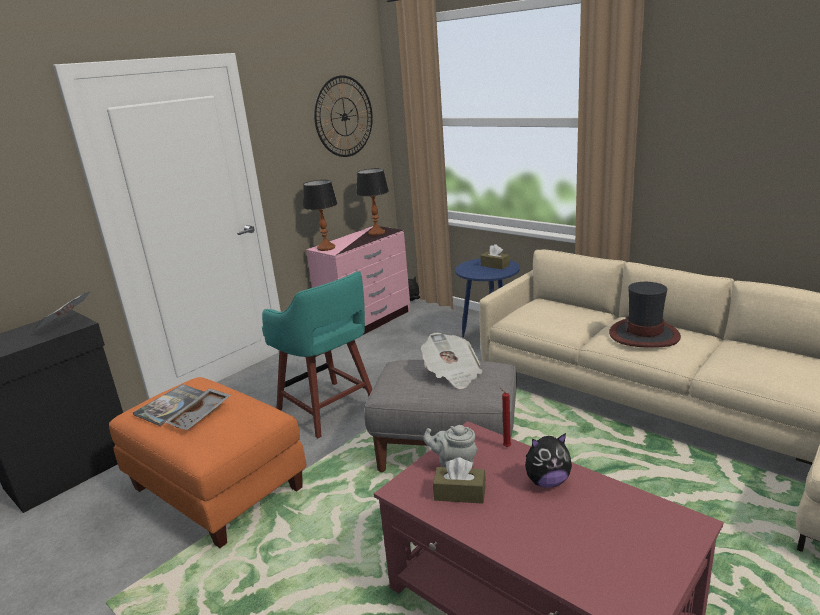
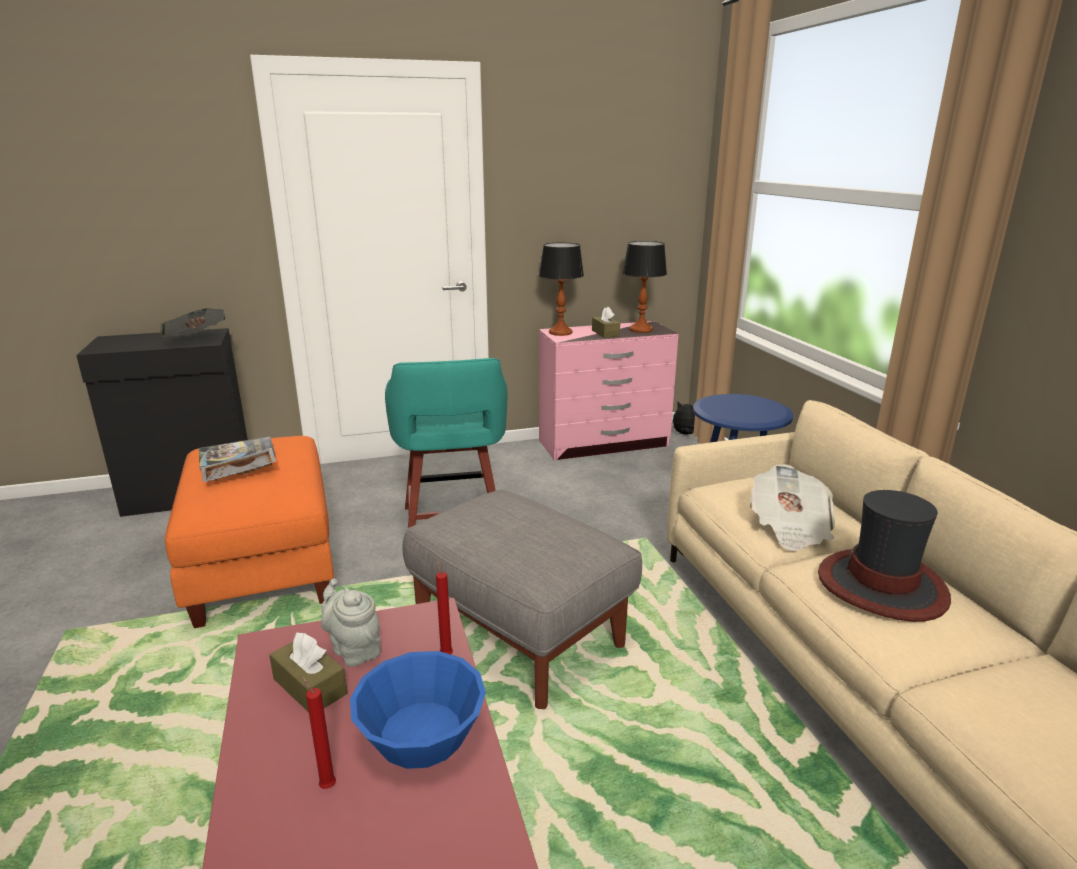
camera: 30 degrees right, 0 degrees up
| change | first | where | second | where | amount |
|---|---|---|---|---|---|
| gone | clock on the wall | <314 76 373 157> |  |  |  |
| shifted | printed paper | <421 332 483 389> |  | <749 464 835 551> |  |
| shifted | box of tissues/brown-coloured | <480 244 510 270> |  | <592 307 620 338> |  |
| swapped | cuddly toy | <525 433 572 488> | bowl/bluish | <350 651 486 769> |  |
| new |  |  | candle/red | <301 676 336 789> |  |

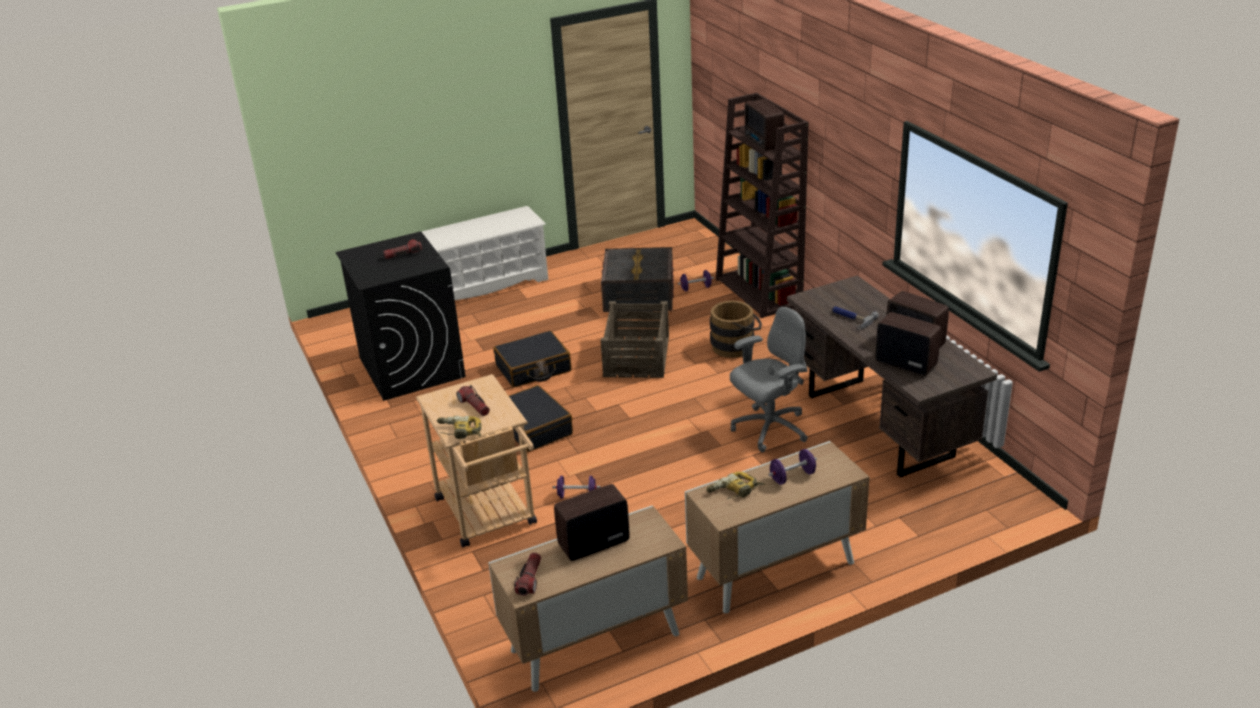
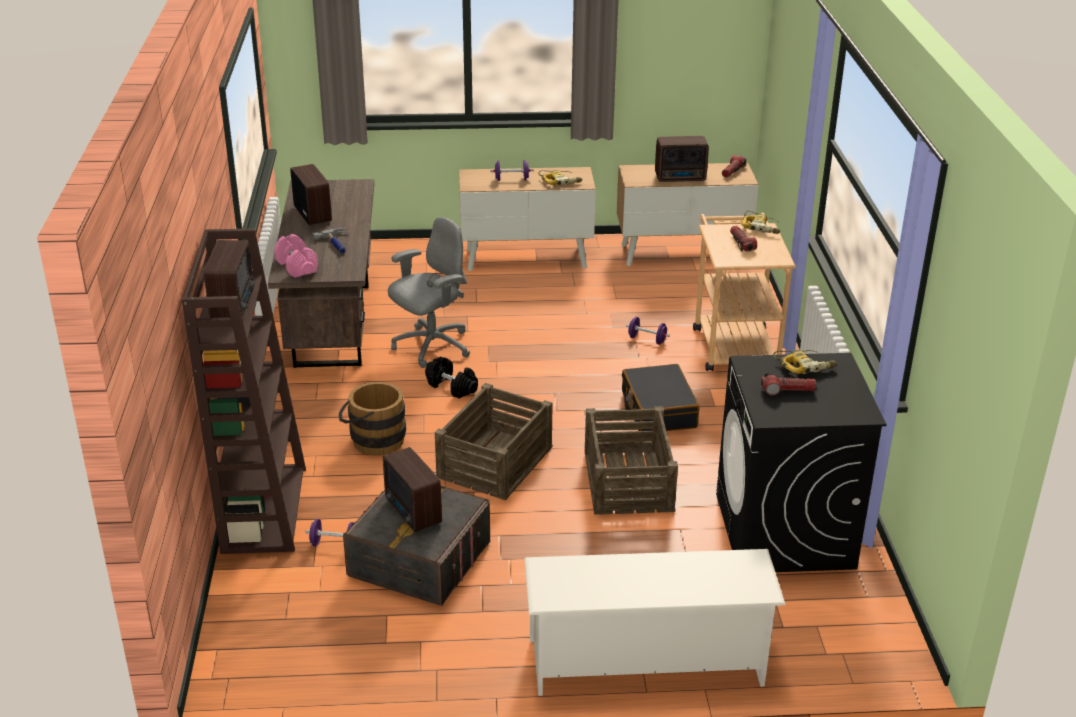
camera: 160 degrees left, 0 degrees up
| change | first | where | second | where | amount |
|---|---|---|---|---|---|
| swapped | suitcase/blackish | <493 331 571 387> | crate | <585 406 678 515> |  |
| rotated | office chair/greyish | <730 307 808 452> |  | <388 217 470 368> | 150 degrees clockwise |
| shifted | radio set | <875 312 941 376> |  | <383 447 442 532> |  |
| new |  |  | free weight/pink | <274 234 318 278> |  |
| new |  |  | free weight/blackish | <425 357 478 399> |  |
| new |  |  | electric drill | <773 349 837 374> |  |

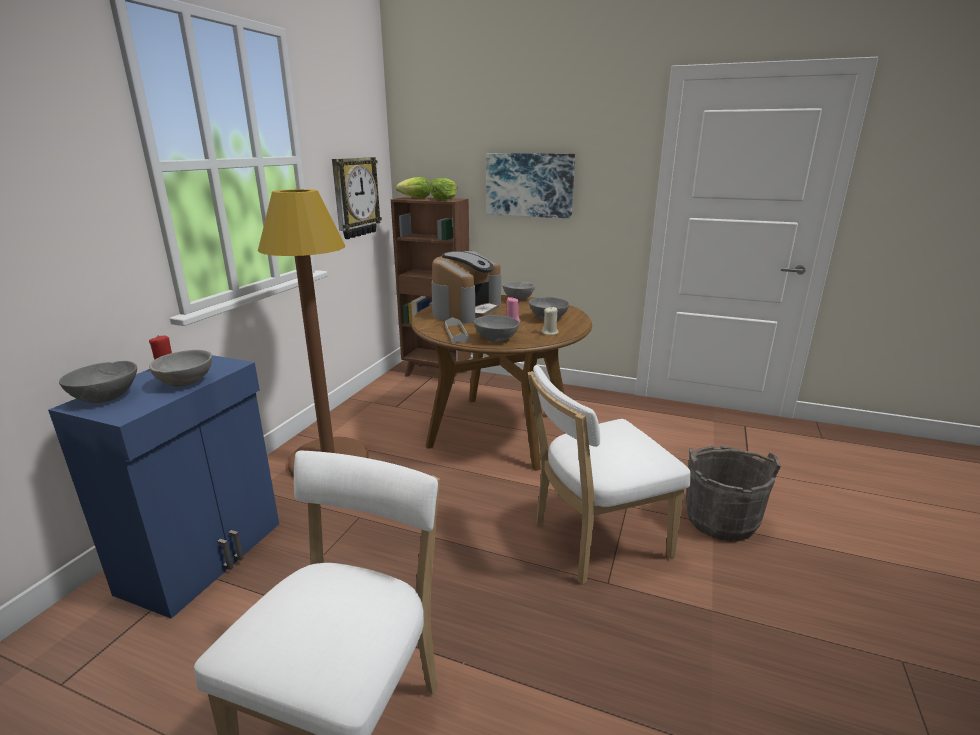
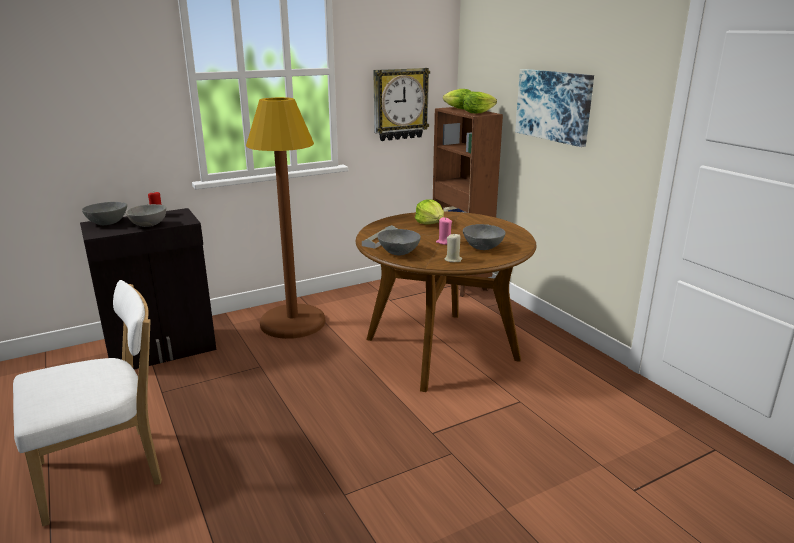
camera: 40 degrees right, 0 degrees up
| change | first | where | second | where | amount |
|---|---|---|---|---|---|
| repainted | cupboard/bluish | <48 355 279 619> | cupboard/blackish | <80 208 216 370> |  |
| swapped | coffee maker | <432 251 501 323> | lettuce head | <415 199 444 225> |  |
| gone | bowl/greyish | <503 281 535 300> |  |  |  |
| gone | plain chair/white | <528 365 691 585> |  |  |  |
| gone | bucket/greyish | <685 446 781 541> |  |  |  |

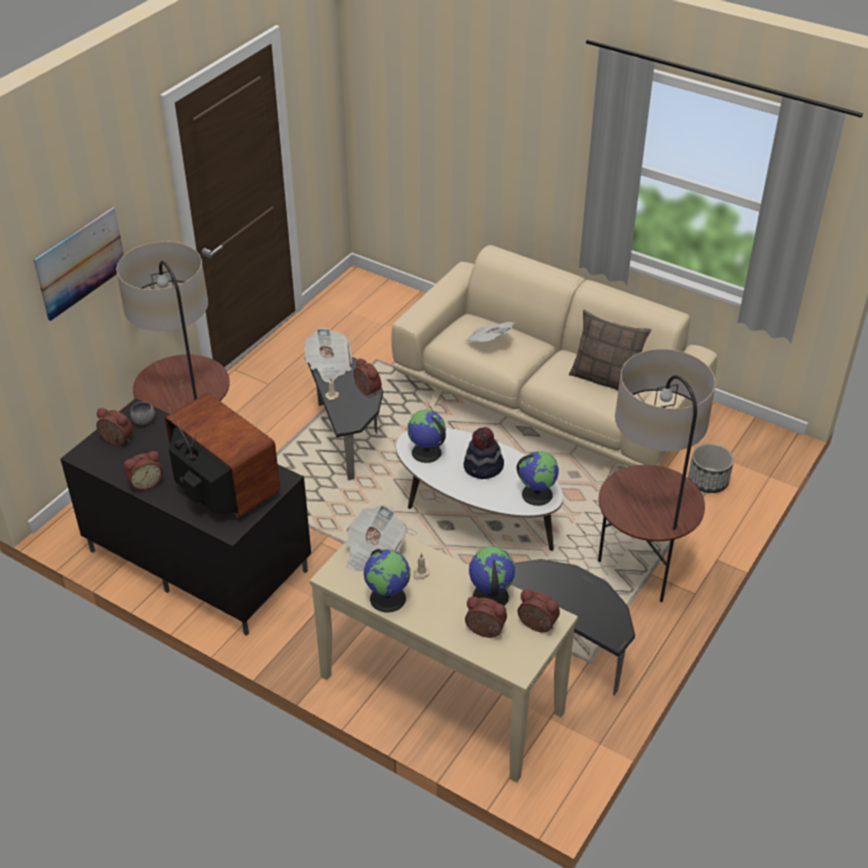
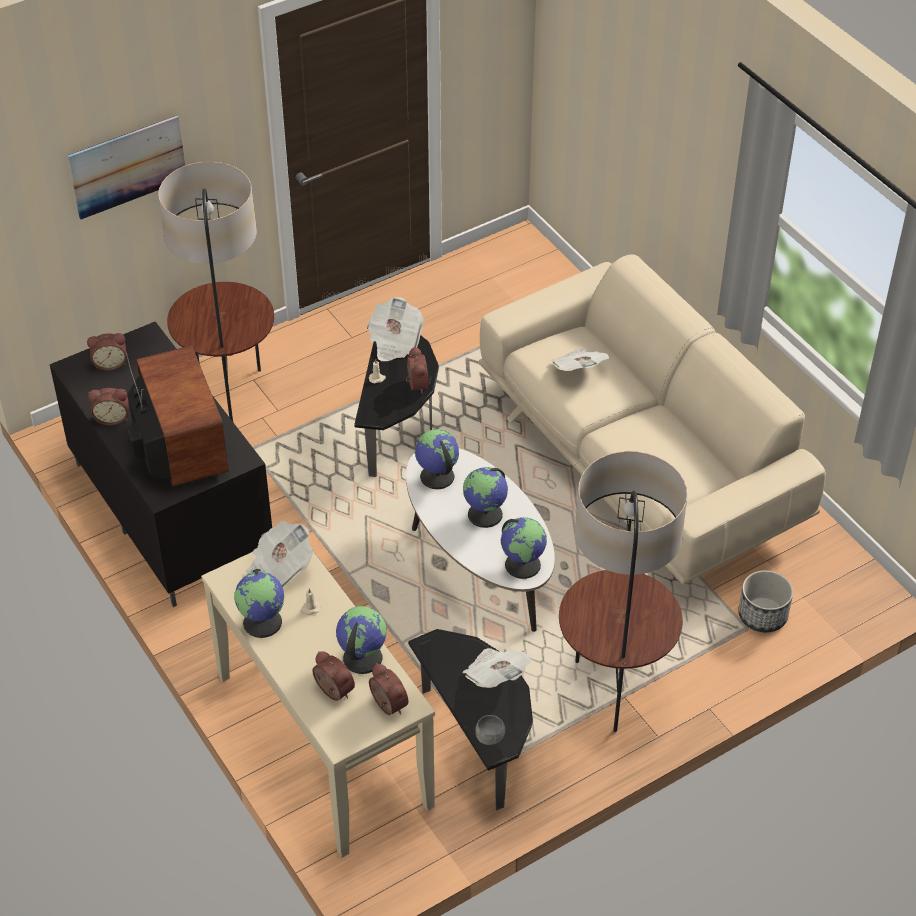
camera: 25 degrees right, 5 degrees up
| change | first | where | second | where | amount |
|---|---|---|---|---|---|
| rotated | alarm clock | <96 408 133 445> |  | <87 333 127 371> | 120 degrees clockwise |
| shifted | bowl/greyish | <130 402 155 425> |  | <475 715 505 745> |  |
| swapped | clothing hat | <464 427 504 479> | globe | <463 467 508 528> |  |
| gone | throw pillow | <569 310 651 395> |  |  |  |
| new |  |  | printed paper | <462 648 532 688> |  |

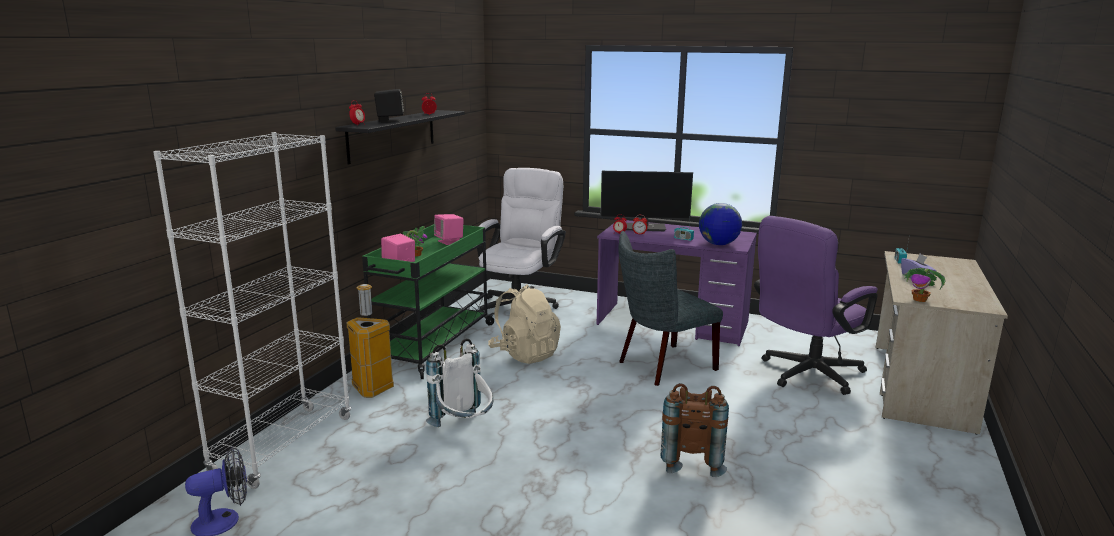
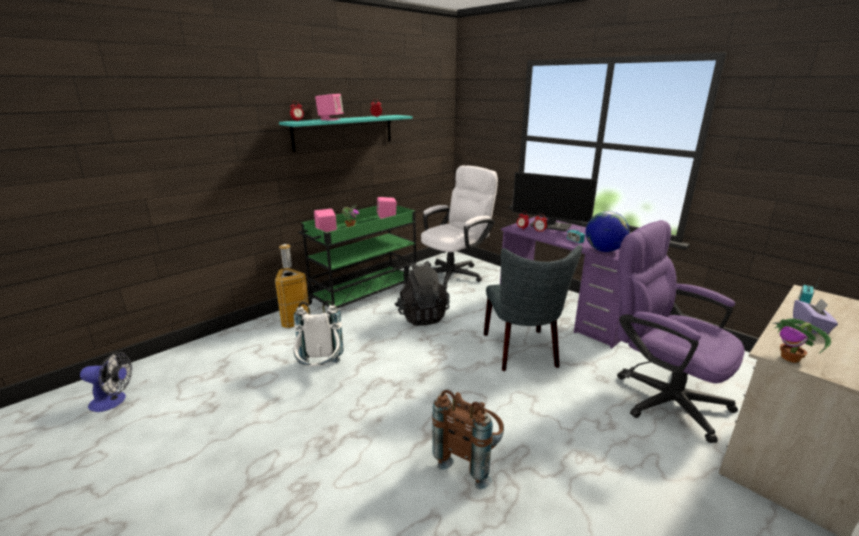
camera: 25 degrees right, 5 degrees up
| change | first | where | second | where | amount |
|---|---|---|---|---|---|
| gone | bookcase/white | <153 132 351 489> |  |  |  |
| repainted | wall shelf/blackish | <335 110 465 164> | wall shelf/turquoise-coloured | <279 115 413 152> |  |
| repainted | loudspeaker/blackish | <374 89 404 122> | loudspeaker/pink | <315 94 344 121> |  |
| repainted | rucksack/beige-coloured | <488 284 561 364> | rucksack/blackish | <395 261 450 326> |  |
| rotated | plain chair/greyish | <618 231 723 386> |  | <484 245 582 371> | 90 degrees counterclockwise |
| rotated | office chair/purple | <754 216 878 395> |  | <617 220 745 443> | 60 degrees clockwise |

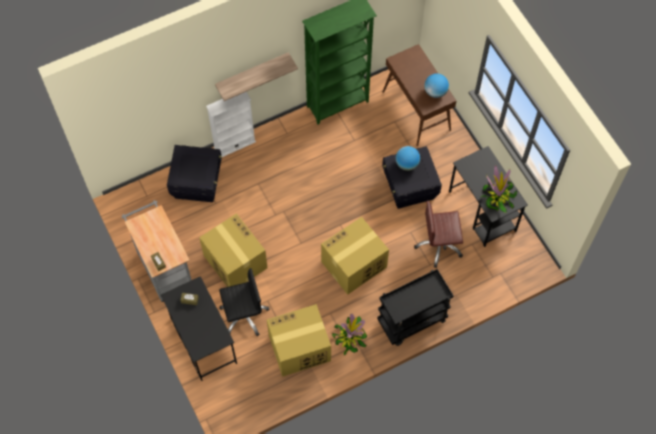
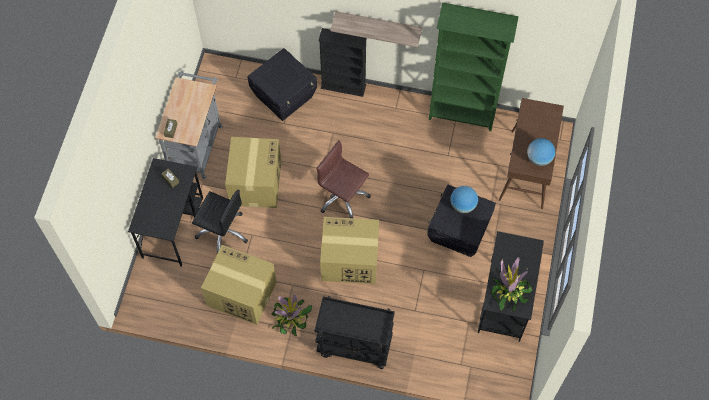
camera: 40 degrees right, 0 degrees up
| change | first | where | second | where | amount |
|---|---|---|---|---|---|
| repainted | bookcase/white | <206 92 256 157> | bookcase/blackish | <318 28 367 97> |  |
| shifted | office chair/brown-coloured | <414 201 463 268> |  | <316 140 371 218> |  |

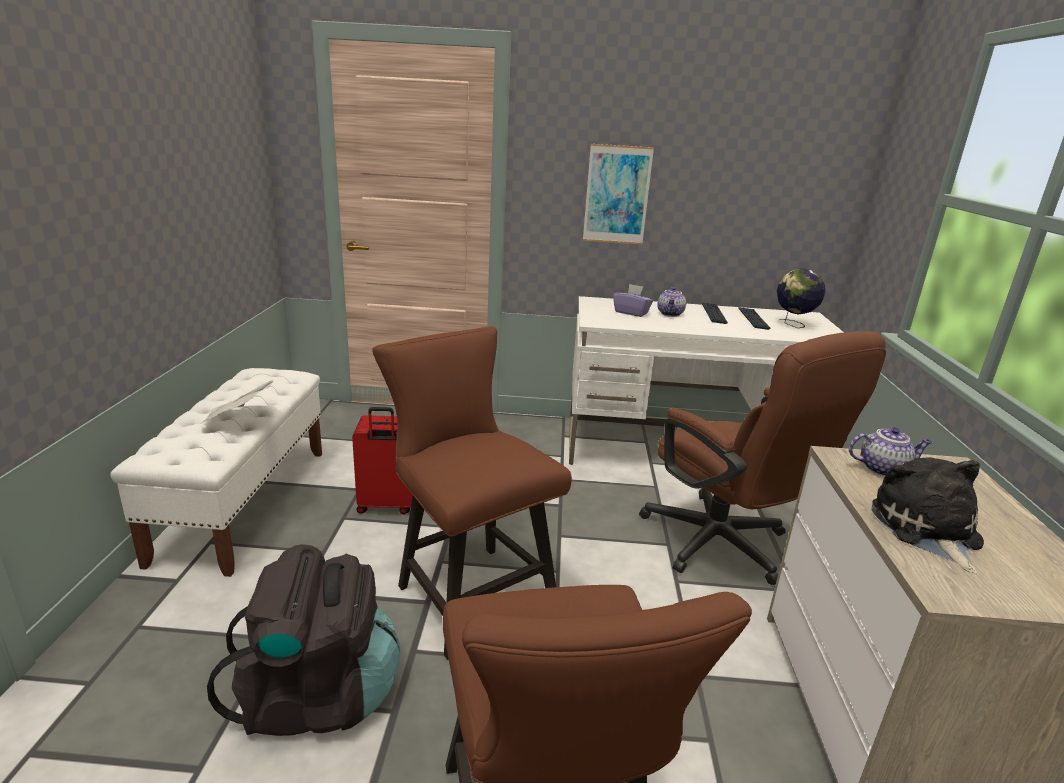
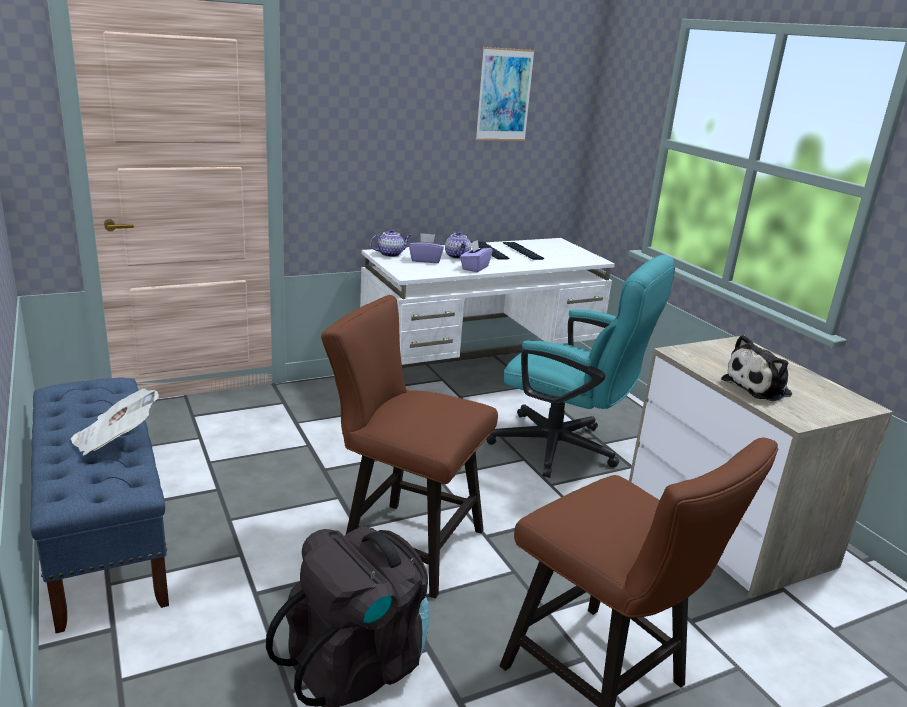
camera: 30 degrees left, 0 degrees up
| change | first | where | second | where | amount |
|---|---|---|---|---|---|
| repainted | bench/white | <111 368 322 577> | bench/bluish | <30 377 169 633> |  |
| gone | suitcase/red | <352 407 413 514> |  |  |  |
| shifted | wall picture | <583 144 654 244> |  | <476 47 535 140> |  |
| repainted | office chair/brown-coloured | <639 331 886 585> | office chair/turquoise-coloured | <486 255 675 478> |  |
| gone | globe | <777 268 826 328> |  |  |  |
| shifted | pot for tea | <849 427 932 476> |  | <370 229 411 257> |  |
| rotated | cuddly toy | <872 457 984 573> |  | <721 335 792 401> | 90 degrees counterclockwise |
| new |  |  | box of tissues/purple | <460 240 493 272> |  |

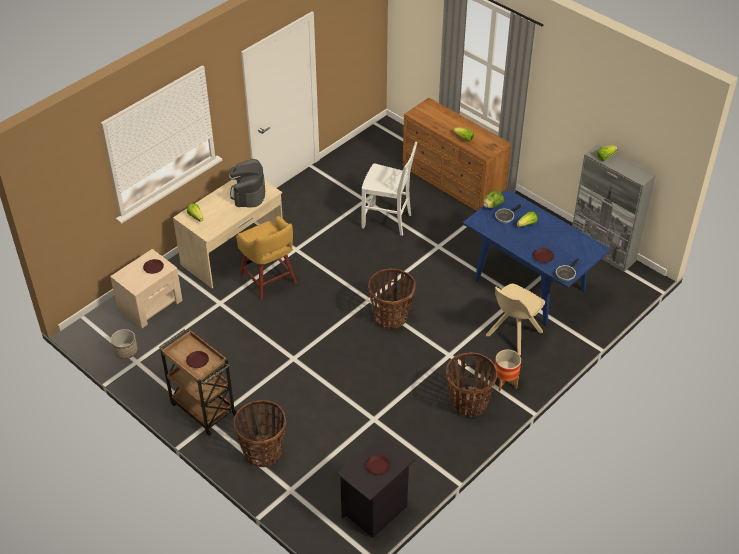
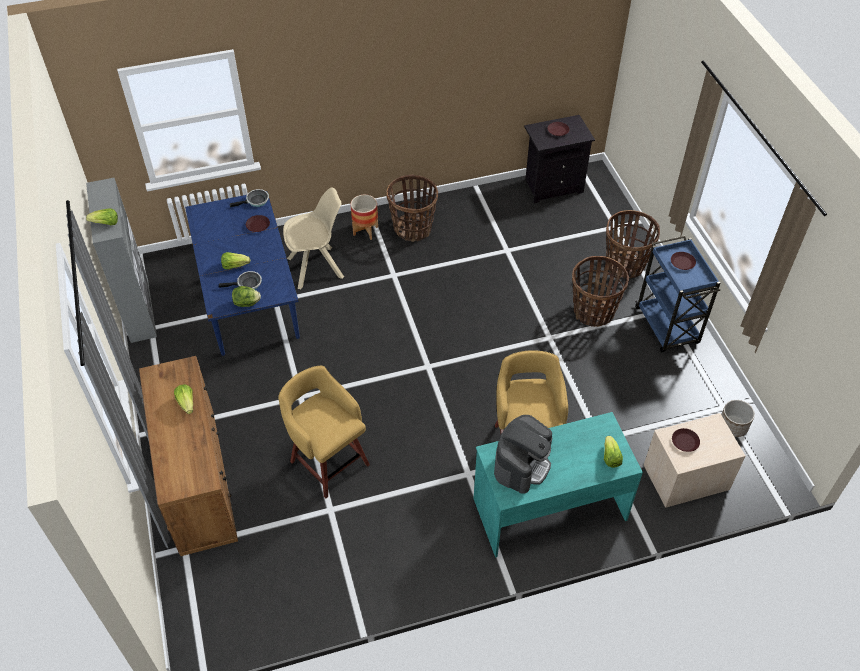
camera: 150 degrees left, 5 degrees up
| change | first | where | second | where | amount |
|---|---|---|---|---|---|
| repainted | trolley/brown-coloured | <159 329 237 436> | trolley/bluish | <635 236 720 352> |  |
| repainted | desk table/beige-coloured | <173 179 283 288> | desk table/turquoise-coloured | <473 412 643 557> |  |
| swapped | plain chair/white | <362 142 417 236> | stool/yellow | <278 366 370 498> |  |
| shifted | storage basket | <368 269 416 329> |  | <572 256 629 327> |  |

